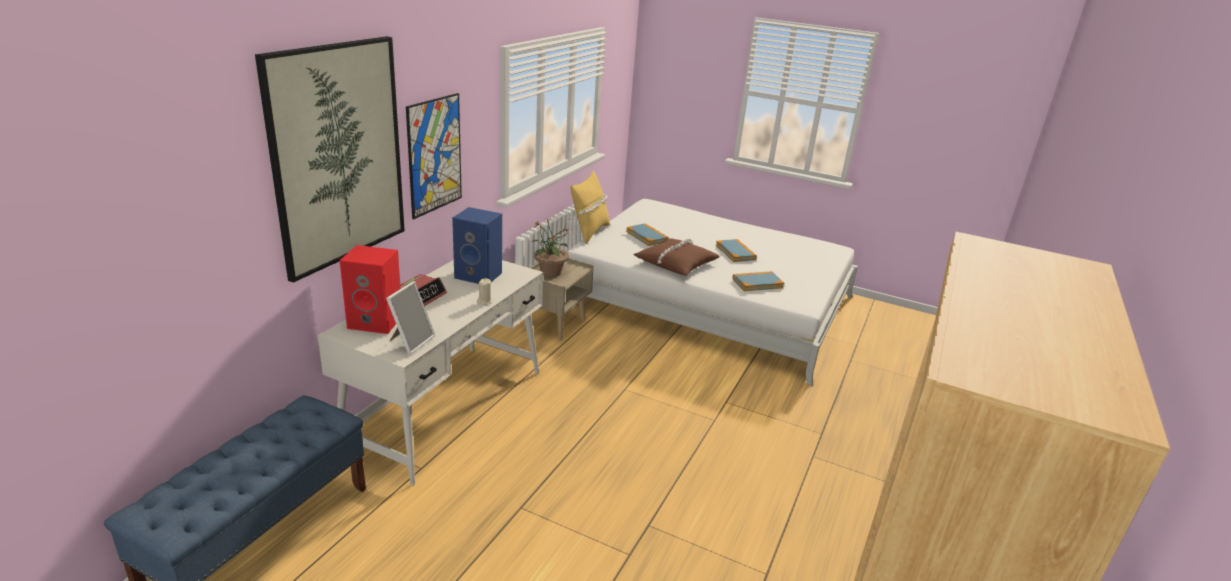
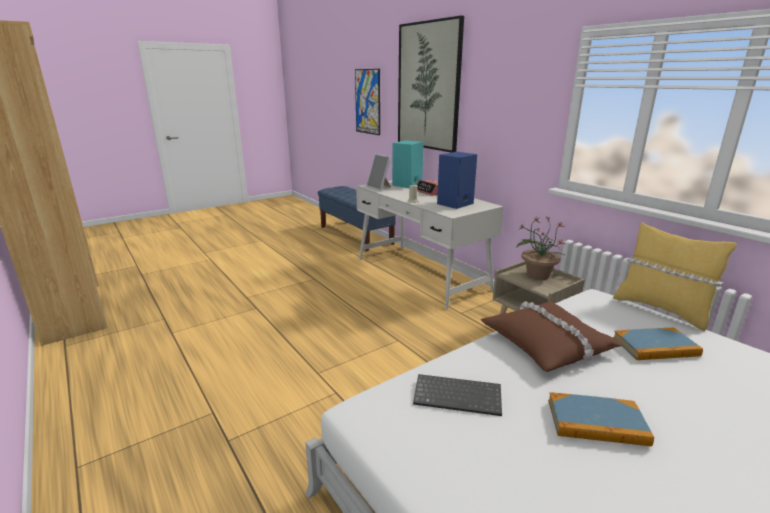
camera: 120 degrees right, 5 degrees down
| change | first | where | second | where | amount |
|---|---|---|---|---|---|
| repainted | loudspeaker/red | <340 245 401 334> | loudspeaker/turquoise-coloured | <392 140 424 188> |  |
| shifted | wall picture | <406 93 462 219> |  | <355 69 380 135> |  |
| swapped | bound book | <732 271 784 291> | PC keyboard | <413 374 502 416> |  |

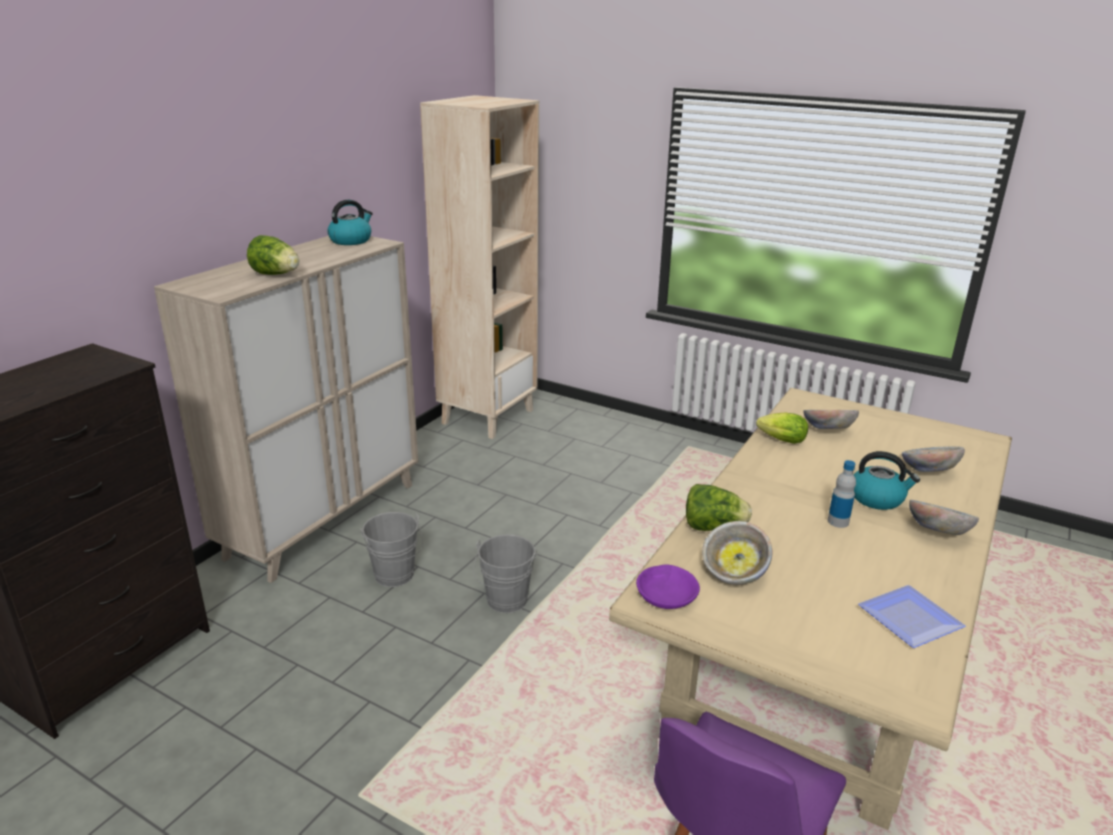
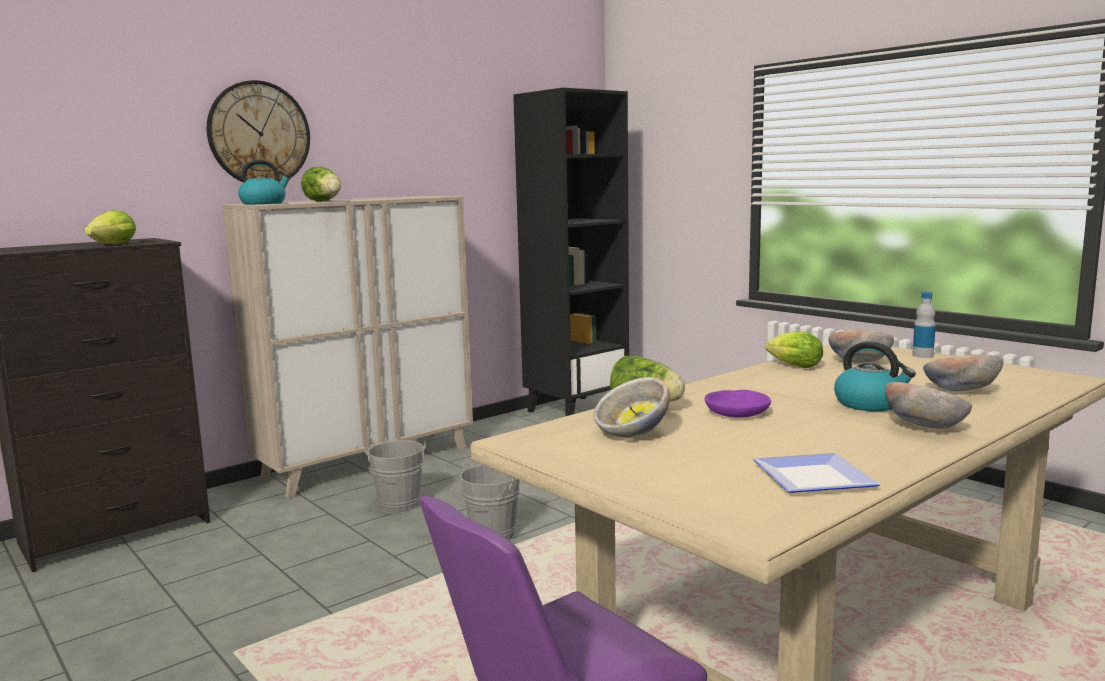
camera: 20 degrees right, 15 degrees down
| change | first | where | second | where | amount |
|---|---|---|---|---|---|
| shifted | water kettle | <327 200 373 245> |  | <238 160 291 204> |  |
| repainted | bookcase/beige-coloured | <420 95 539 439> | bookcase/blackish | <513 88 629 416> |  |
| shifted | bowl/purple | <636 564 700 609> |  | <705 390 771 418> |  |
| shifted | beverage bottle | <828 460 856 528> |  | <912 292 936 358> |  |
| new |  |  | lettuce head | <85 210 136 244> |  |
| new |  |  | clock on the wall | <207 80 310 182> |  |

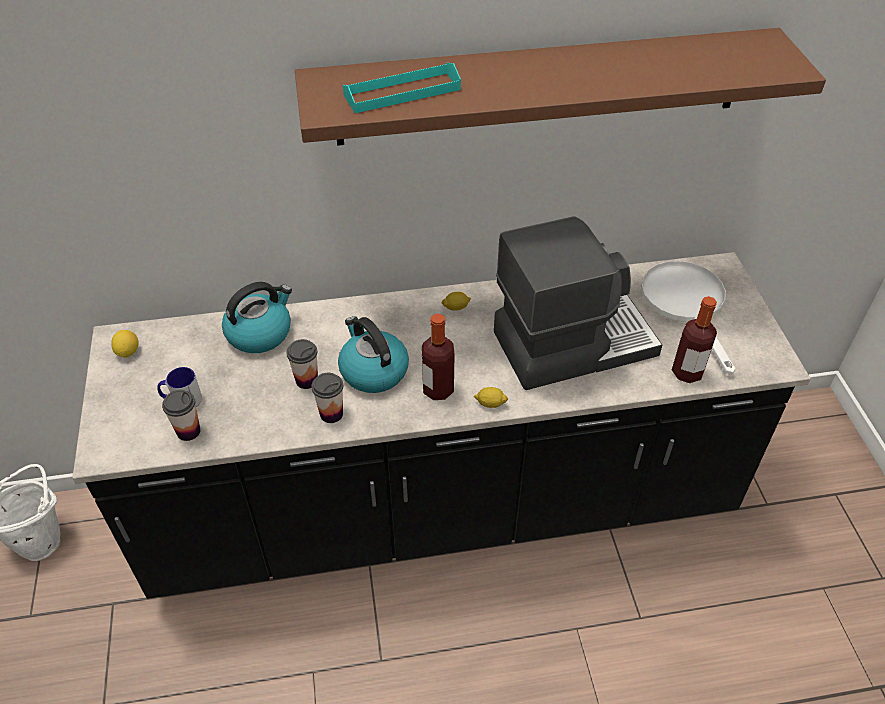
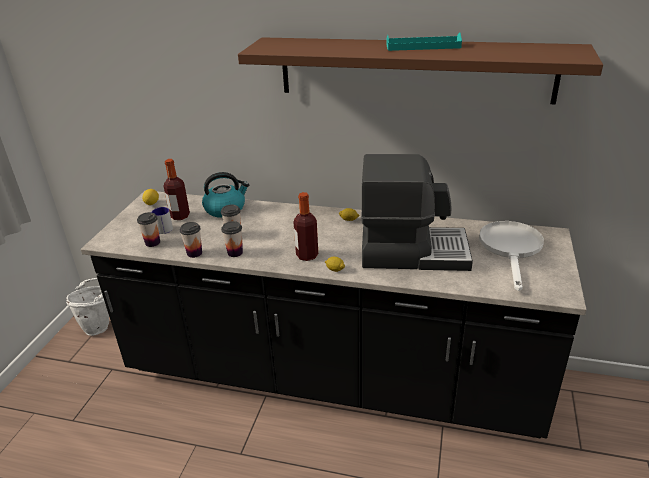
camera: 25 degrees right, 15 degrees down
| change | first | where | second | where | amount |
|---|---|---|---|---|---|
| gone | water kettle | <338 316 409 393> |  |  |  |
| shifted | tray/turquoise-coloured | <343 63 461 113> |  | <386 33 462 51> |  |
| shifted | beverage bottle | <672 296 717 383> |  | <164 159 190 220> |  |
| new |  |  | drinking cup | <180 222 202 258> |  |

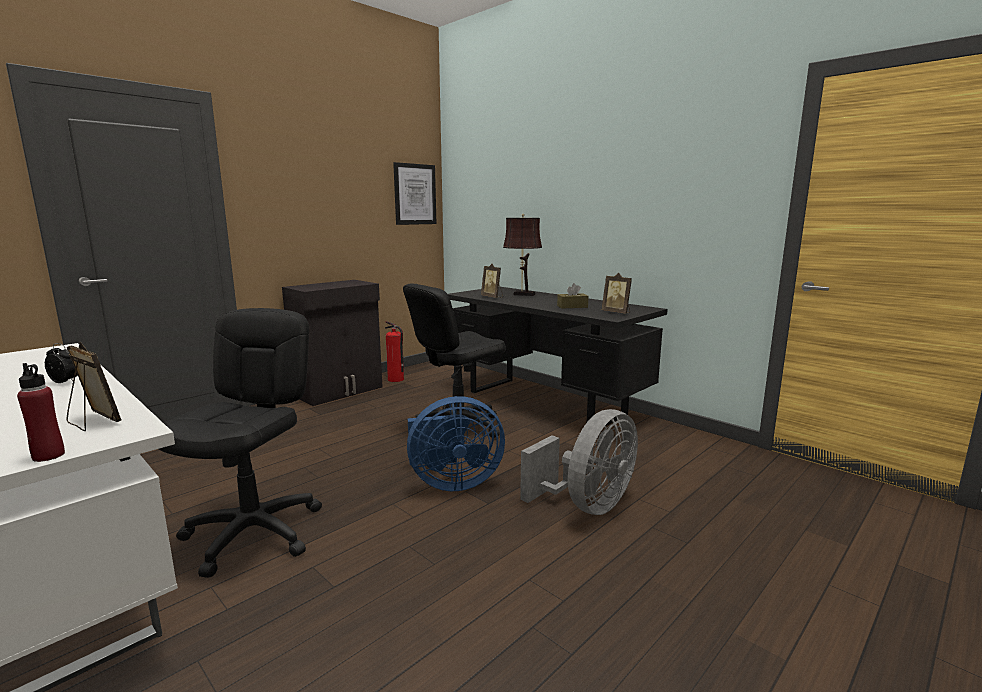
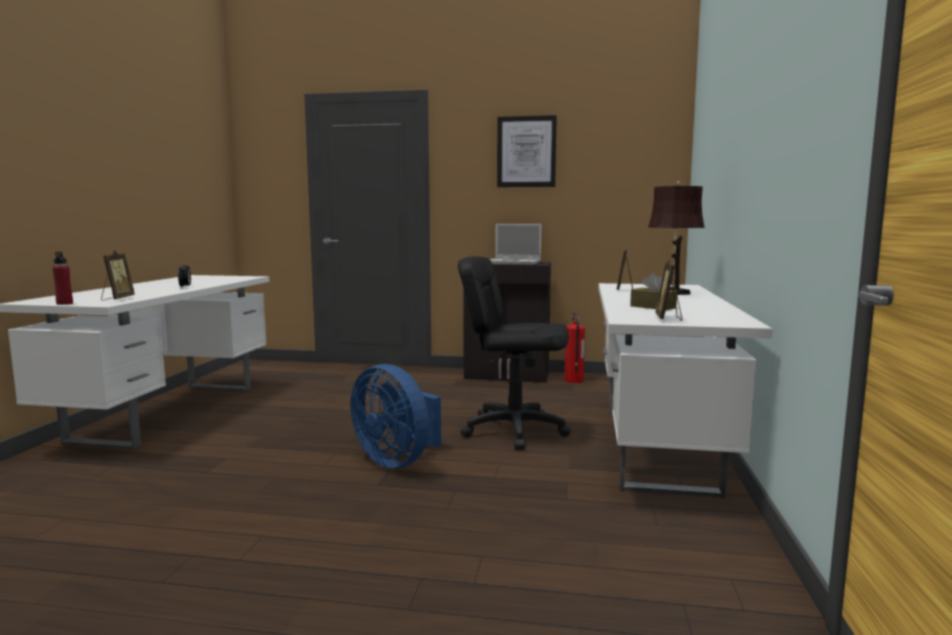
camera: 55 degrees right, 5 degrees down
| change | first | where | second | where | amount |
|---|---|---|---|---|---|
| gone | office chair/blackish | <159 308 322 578> |  |  |  |
| shifted | wall picture | <393 162 436 225> |  | <497 115 557 187> |  |
| repainted | desk table/blackish | <448 286 668 426> | desk table/white | <599 283 773 498> |  |
| gone | cooling fan/greyish | <520 409 638 515> |  |  |  |
| new |  |  | portable computer | <490 224 542 265> |  |

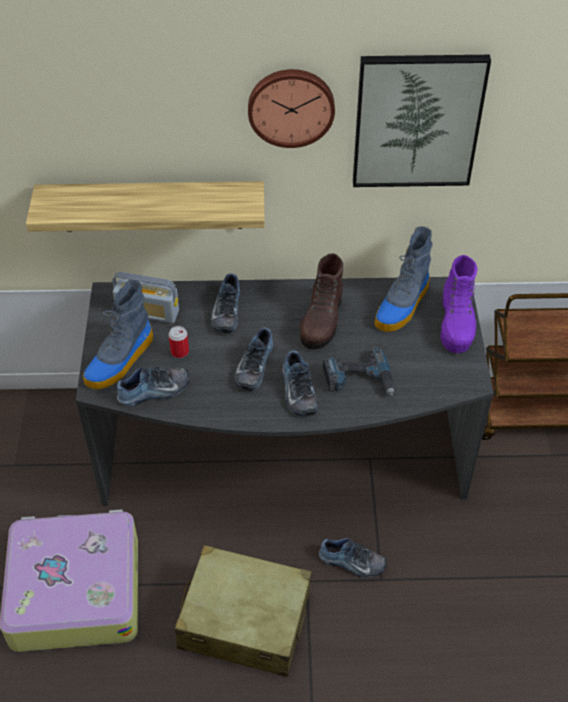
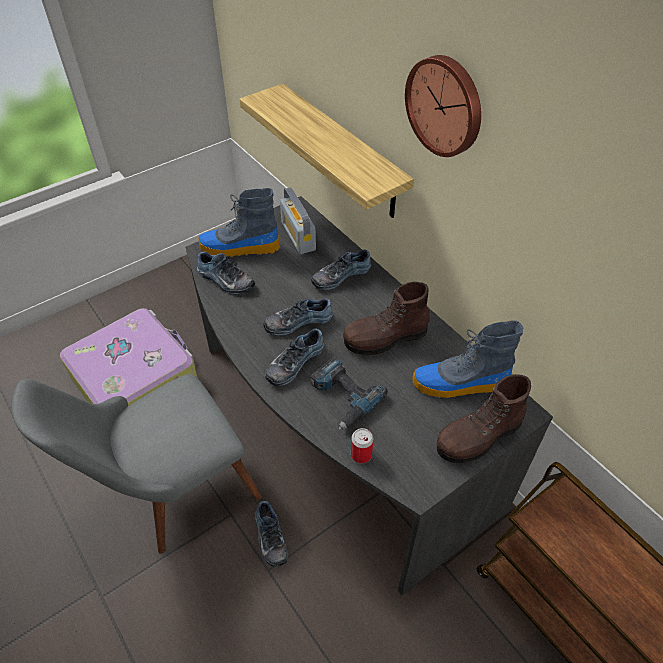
camera: 55 degrees right, 0 degrees up
| change | first | where | second | where | amount |
|---|---|---|---|---|---|
| shifted | sealed can | <169 326 189 358> |  | <351 428 373 463> |  |
| swapped | suitcase/beige-coloured | <175 545 312 677> | plain chair/greyish | <11 374 261 554> |  |
| gone | wall picture | <353 55 491 187> |  |  |  |
| repainted | high-top boot/purple | <440 255 478 353> | high-top boot/brown-coloured | <437 374 531 463> |  |

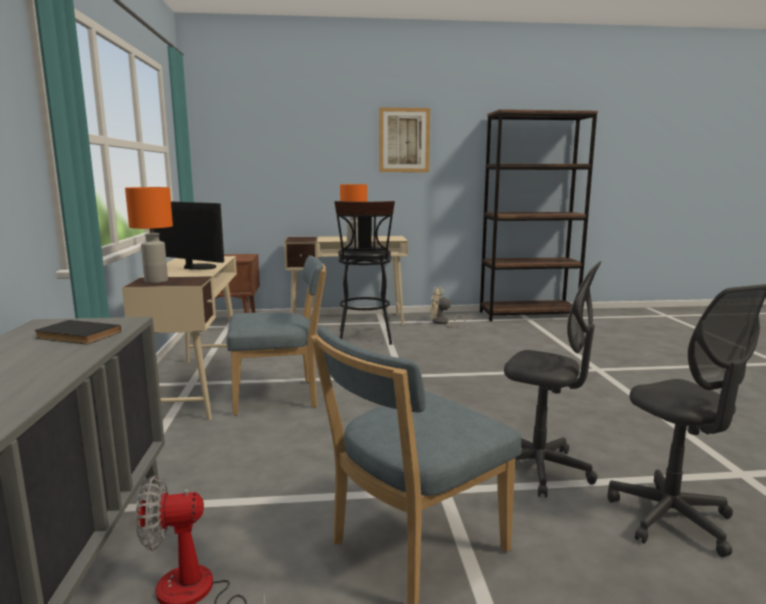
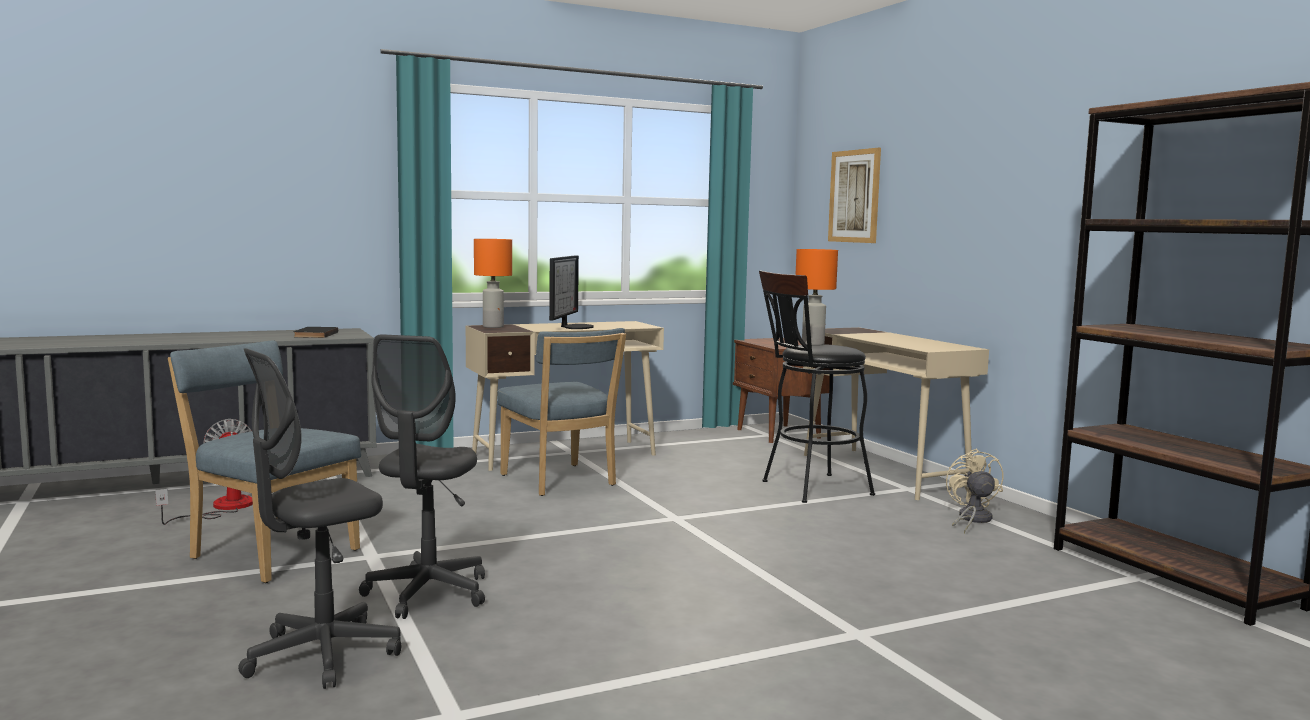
camera: 70 degrees right, 5 degrees down
| change | first | where | second | where | amount |
|---|---|---|---|---|---|
| shifted | wall picture | <379 107 430 172> |  | <828 148 881 243> |  |

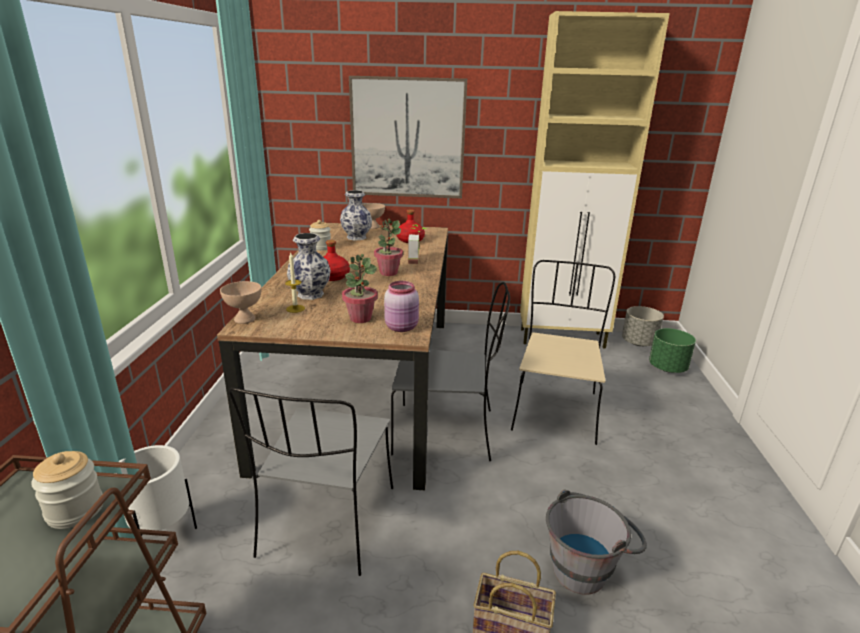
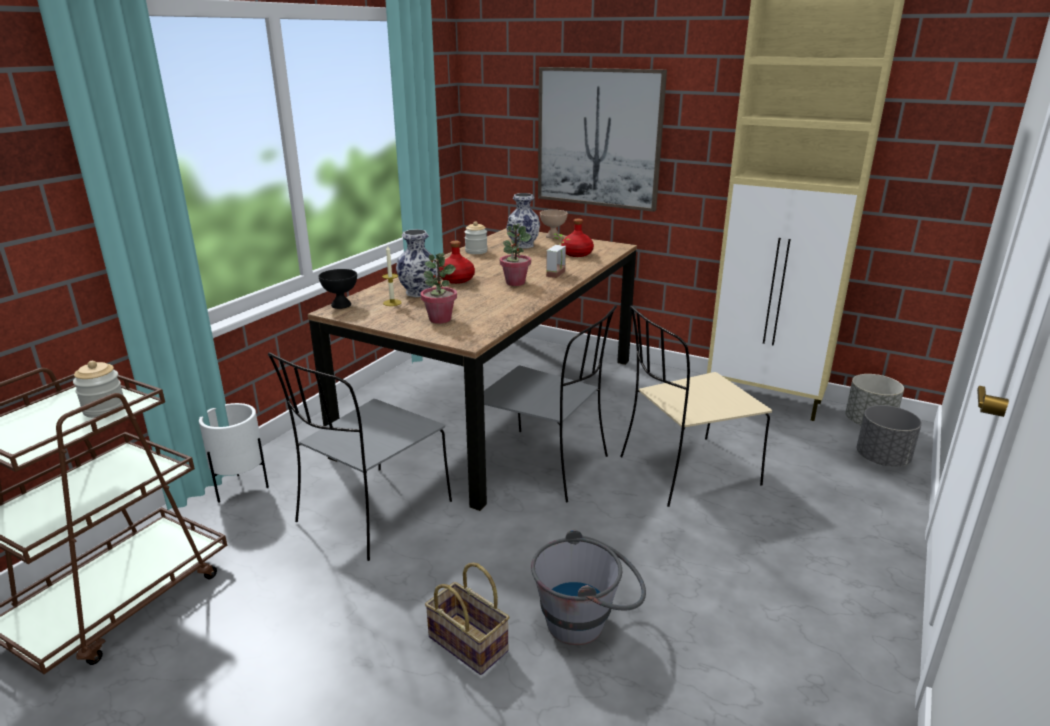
camera: 25 degrees right, 0 degrees up
| change | first | where | second | where | amount |
|---|---|---|---|---|---|
| repainted | bowl/beige-coloured | <220 281 262 324> | bowl/blackish | <318 269 357 309> |  |
| gone | jar/pink | <384 281 419 332> |  |  |  |
| rotated | plain chair/beige-coloured | <511 260 615 445> |  | <620 305 772 507> | 150 degrees counterclockwise |
| repainted | plant pot/green-coloured | <649 328 696 373> | plant pot/greyish | <857 405 922 467> |  |

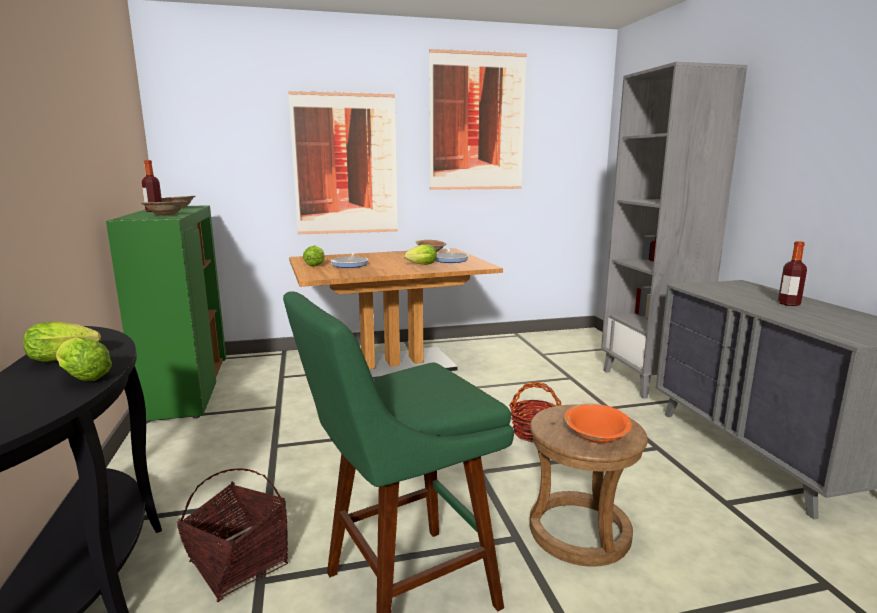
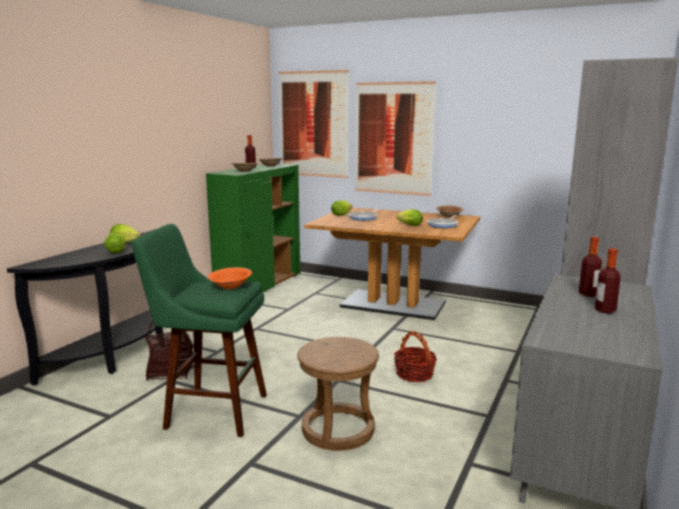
camera: 40 degrees right, 0 degrees up
| change | first | where | second | where | amount |
|---|---|---|---|---|---|
| shifted | wall picture | <429 49 527 190> |  | <279 69 349 178> |  |
| shifted | bowl/orange-coloured | <564 404 632 443> |  | <208 267 252 289> |  |
| new |  |  | beverage bottle | <579 237 602 297> |  |

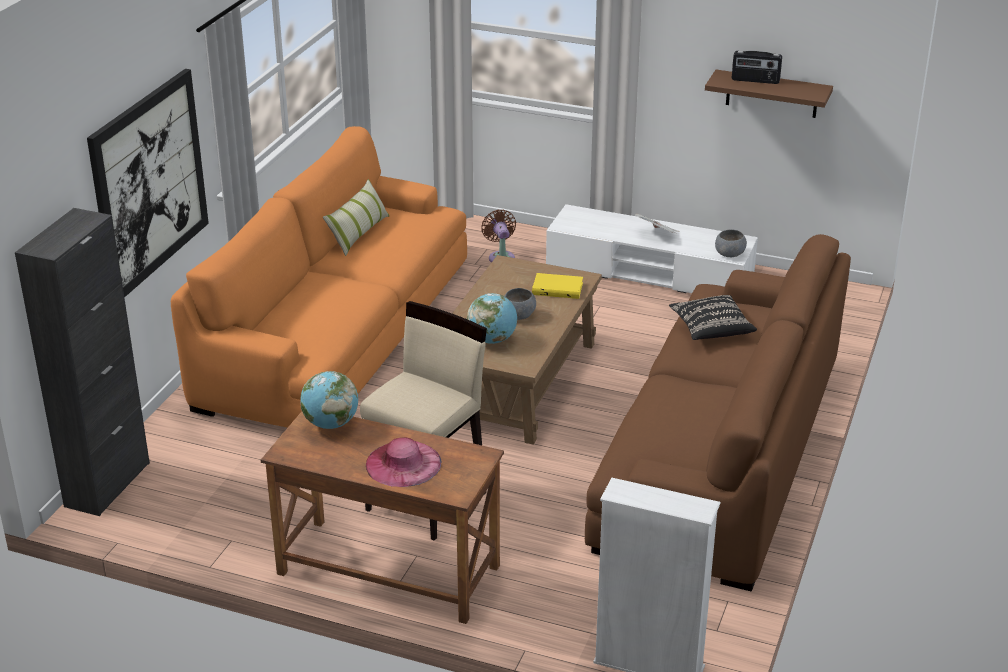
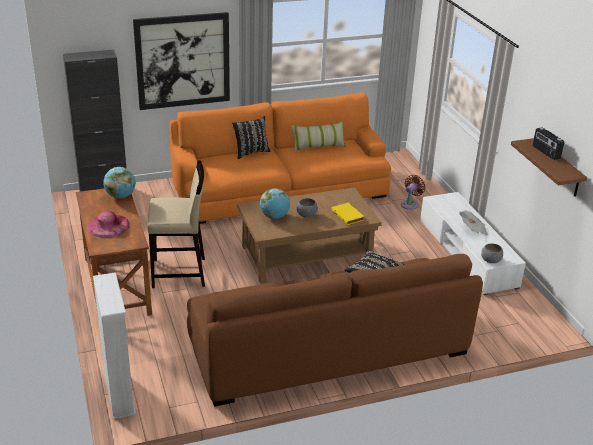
camera: 50 degrees right, 0 degrees up
| change | first | where | second | where | amount |
|---|---|---|---|---|---|
| new |  |  | throw pillow/blackish | <232 116 271 159> |  |

